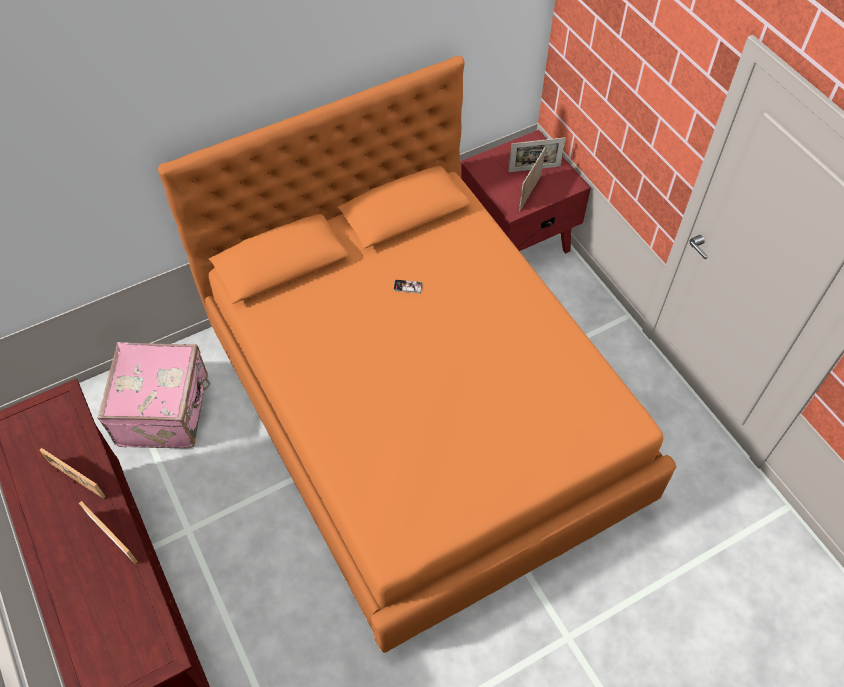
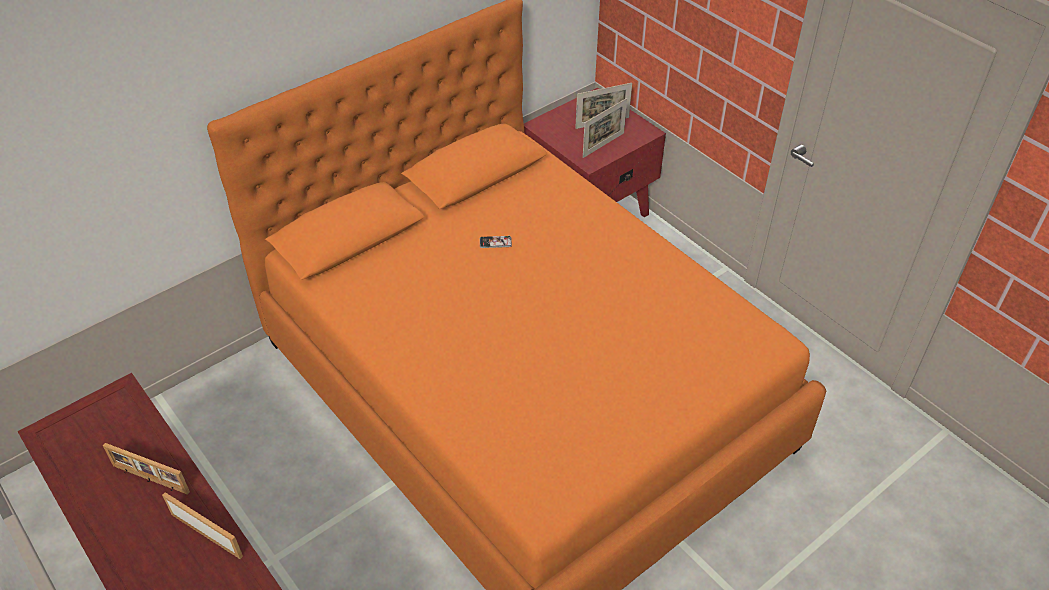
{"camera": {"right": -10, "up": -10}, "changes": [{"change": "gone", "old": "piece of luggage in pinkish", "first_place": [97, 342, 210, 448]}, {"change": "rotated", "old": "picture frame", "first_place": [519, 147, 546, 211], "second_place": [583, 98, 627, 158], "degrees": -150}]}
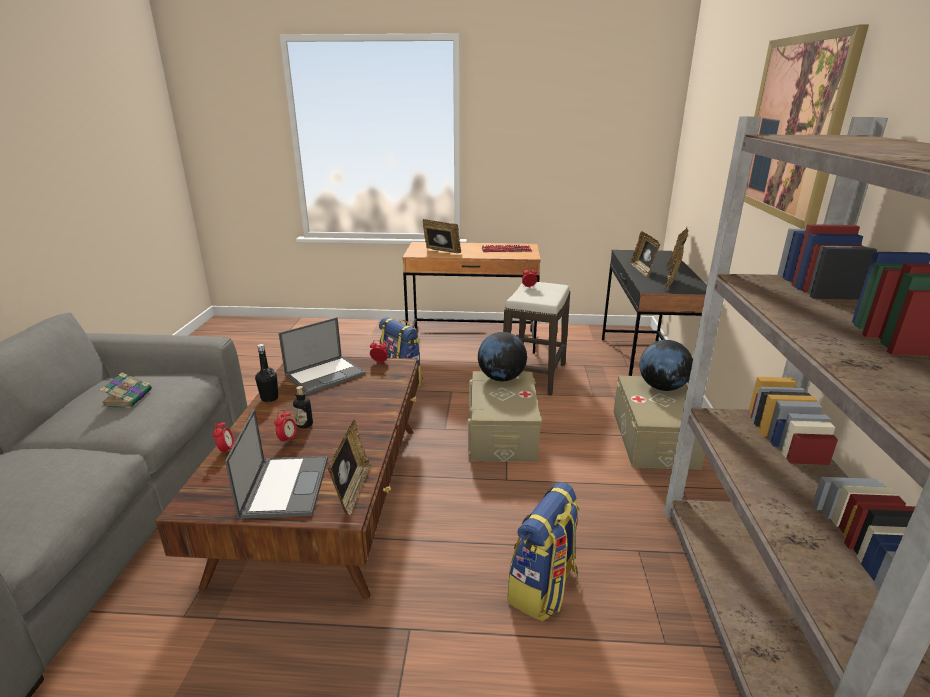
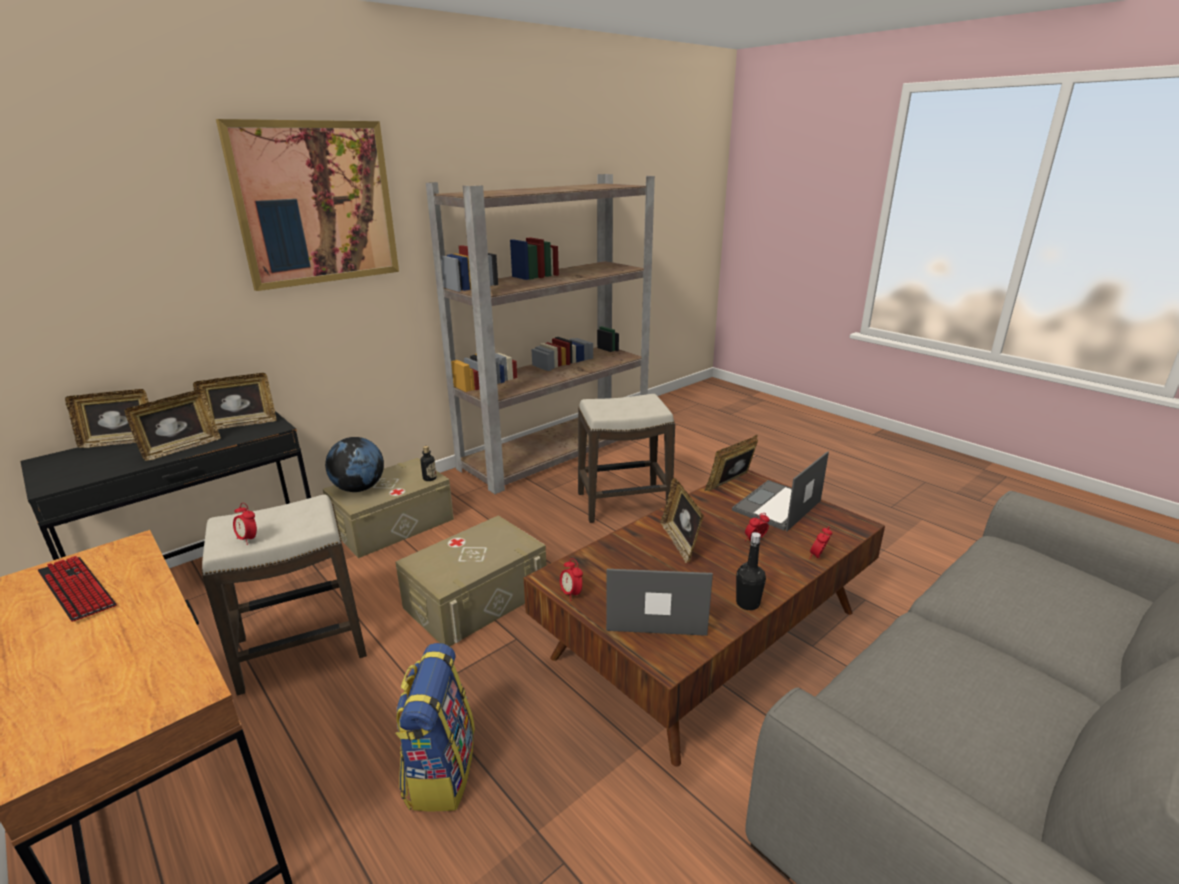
{"camera": {"right": -135, "up": 0}, "changes": [{"change": "gone", "old": "bound book", "first_place": [99, 372, 152, 408]}, {"change": "gone", "old": "globe", "first_place": [478, 332, 527, 381]}, {"change": "shifted", "old": "beverage bottle", "first_place": [293, 386, 313, 428], "second_place": [420, 446, 437, 481]}, {"change": "shifted", "old": "picture frame", "first_place": [423, 219, 461, 253], "second_place": [660, 478, 704, 564]}, {"change": "swapped", "old": "backpack", "new": "sitting stool", "first_place": [507, 482, 580, 622], "second_place": [578, 394, 675, 523]}]}
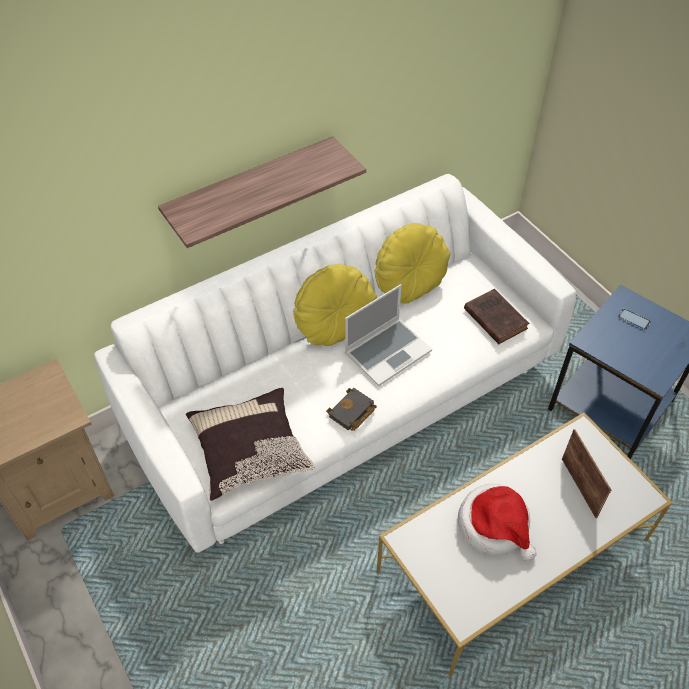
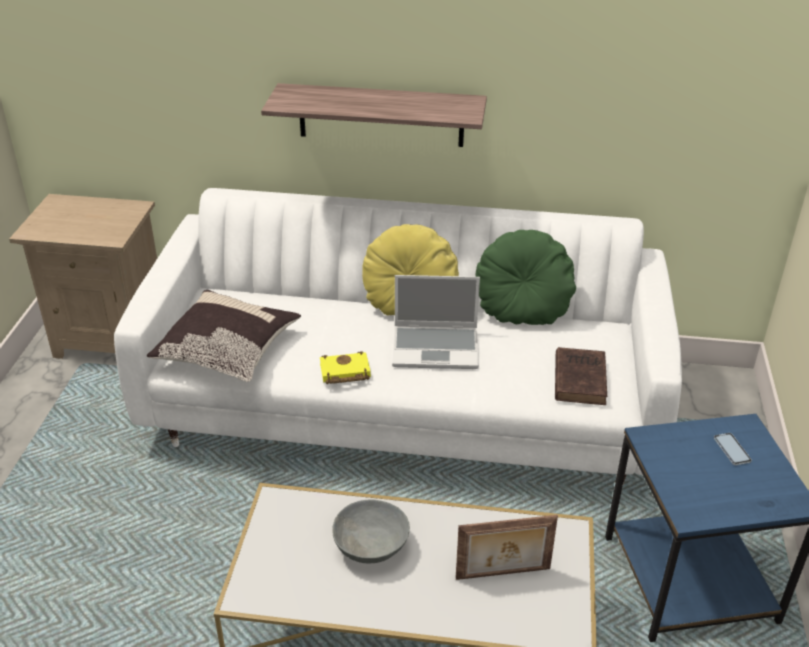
{"camera": {"right": 40, "up": -15}, "changes": [{"change": "swapped", "old": "hat", "new": "bowl in gray", "first_place": [458, 484, 536, 561], "second_place": [333, 499, 410, 563]}, {"change": "repainted", "old": "bound book in black-coloured", "new": "bound book in yellowish", "first_place": [326, 388, 377, 431], "second_place": [320, 351, 371, 384]}, {"change": "repainted", "old": "pillow in yellowish", "new": "pillow in green", "first_place": [375, 223, 450, 304], "second_place": [476, 230, 576, 325]}, {"change": "rotated", "old": "picture frame", "first_place": [562, 429, 611, 518], "second_place": [456, 515, 558, 580], "degrees": 60}]}
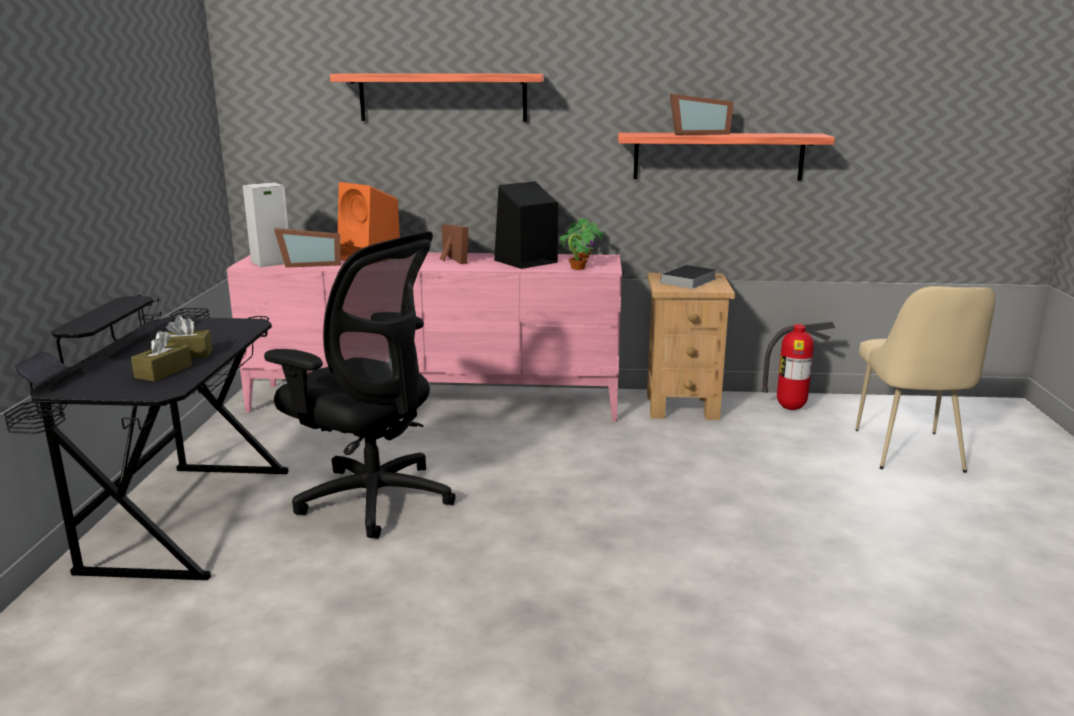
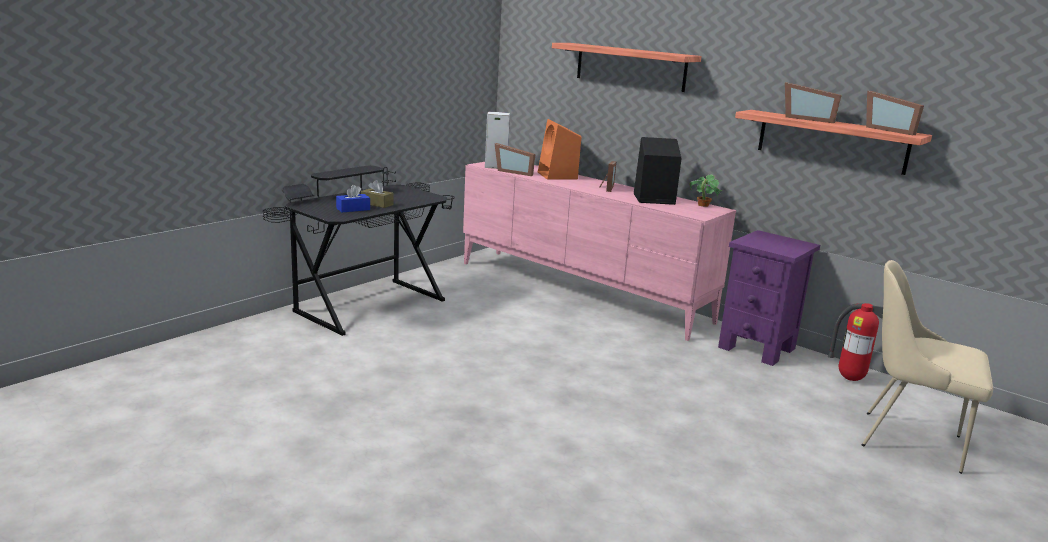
{"camera": {"right": 35, "up": 0}, "changes": [{"change": "gone", "old": "computer chair in black-coloured", "first_place": [264, 231, 456, 539]}, {"change": "gone", "old": "plant in a pot", "first_place": [560, 228, 594, 270]}, {"change": "gone", "old": "bound book", "first_place": [658, 265, 716, 289]}, {"change": "new", "new": "picture frame", "second_place": [866, 91, 924, 135]}, {"change": "repainted", "old": "tissue holder in brownish", "new": "tissue holder in bluish", "first_place": [131, 331, 192, 382], "second_place": [336, 185, 370, 212]}, {"change": "repainted", "old": "night table in beige-coloured", "new": "night table in purple-coloured", "first_place": [647, 273, 735, 420], "second_place": [718, 230, 820, 366]}, {"change": "rotated", "old": "upright chair in beige-coloured", "first_place": [855, 286, 995, 473], "second_place": [862, 260, 993, 474], "degrees": 75}]}
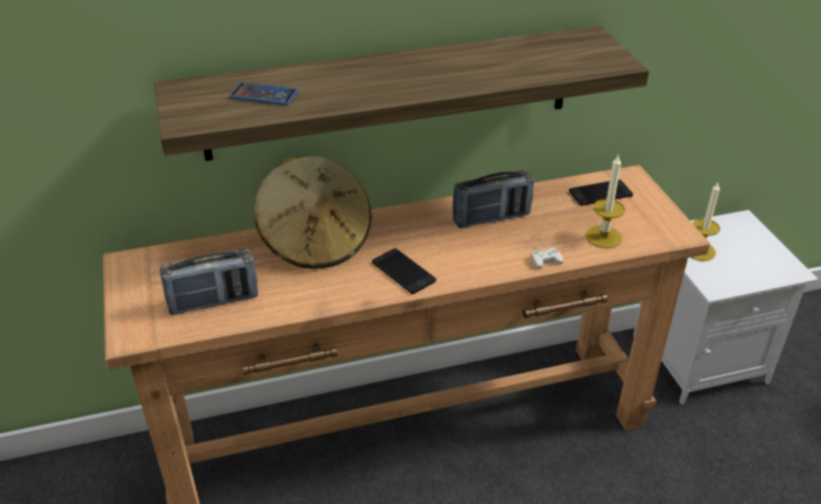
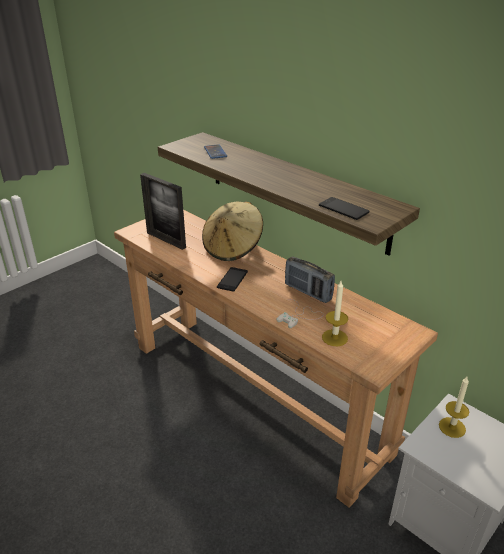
{"camera": {"right": 60, "up": -5}, "changes": [{"change": "shifted", "old": "telephone", "first_place": [569, 179, 633, 206], "second_place": [319, 197, 369, 220]}, {"change": "swapped", "old": "radio", "new": "picture frame", "first_place": [160, 249, 258, 315], "second_place": [140, 173, 186, 250]}]}
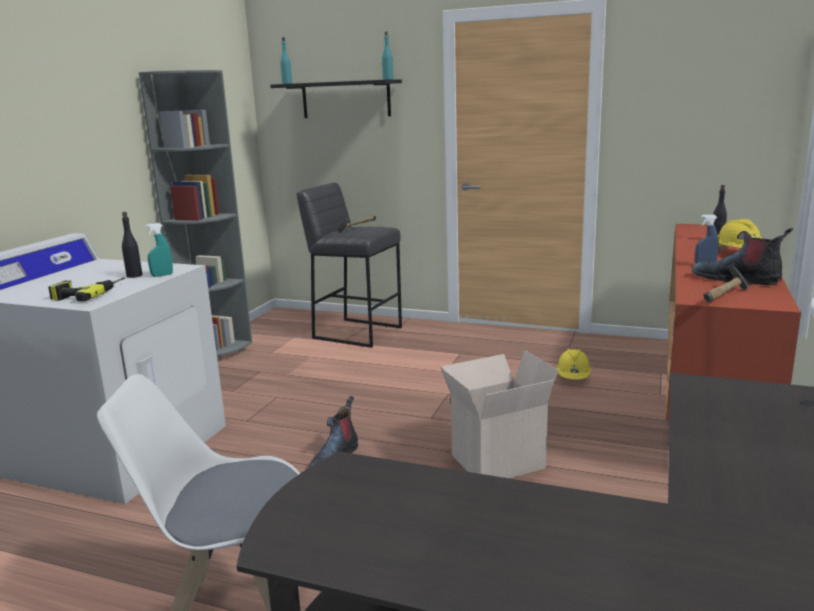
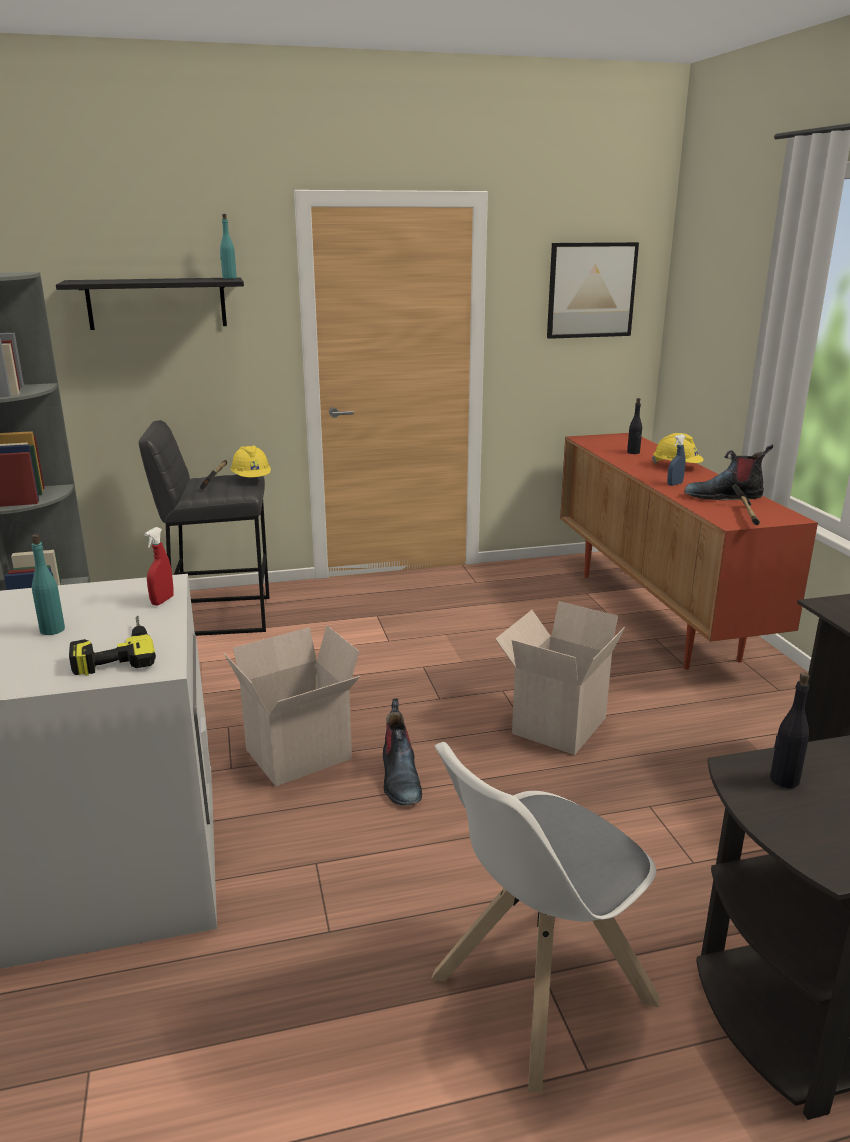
{"camera": {"right": -35, "up": 5}, "changes": [{"change": "new", "new": "carton", "second_place": [224, 625, 360, 786]}, {"change": "new", "new": "wall art", "second_place": [547, 242, 639, 339]}, {"change": "shifted", "old": "beverage bottle in black-coloured", "first_place": [122, 212, 142, 278], "second_place": [770, 672, 809, 788]}, {"change": "shifted", "old": "beverage bottle in turquoise", "first_place": [280, 37, 292, 84], "second_place": [31, 534, 65, 635]}, {"change": "shifted", "old": "hard hat in yellowish", "first_place": [556, 349, 591, 380], "second_place": [231, 445, 271, 477]}, {"change": "repainted", "old": "hand sprayer in turquoise", "new": "hand sprayer in red", "first_place": [146, 223, 173, 277], "second_place": [144, 527, 174, 606]}]}
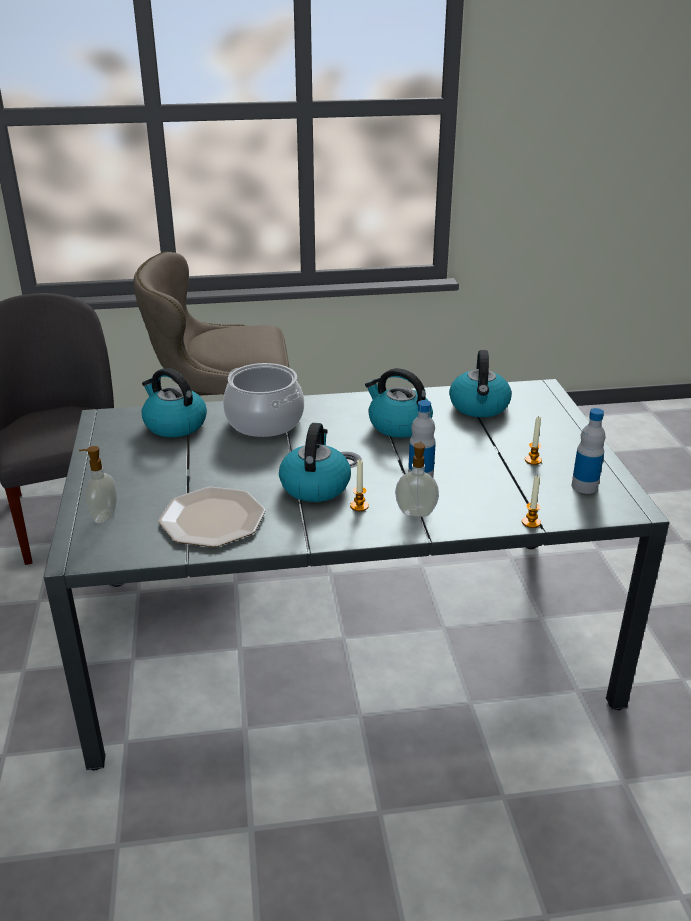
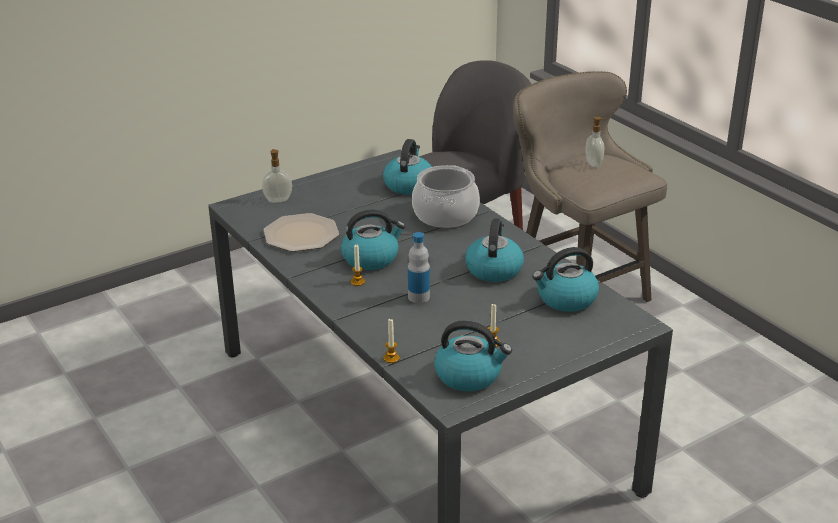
{"camera": {"right": 65, "up": 0}, "changes": [{"change": "shifted", "old": "liquid soap bottle", "first_place": [395, 441, 439, 517], "second_place": [586, 117, 605, 167]}, {"change": "swapped", "old": "beverage bottle", "new": "water kettle", "first_place": [572, 408, 605, 494], "second_place": [434, 320, 512, 391]}]}
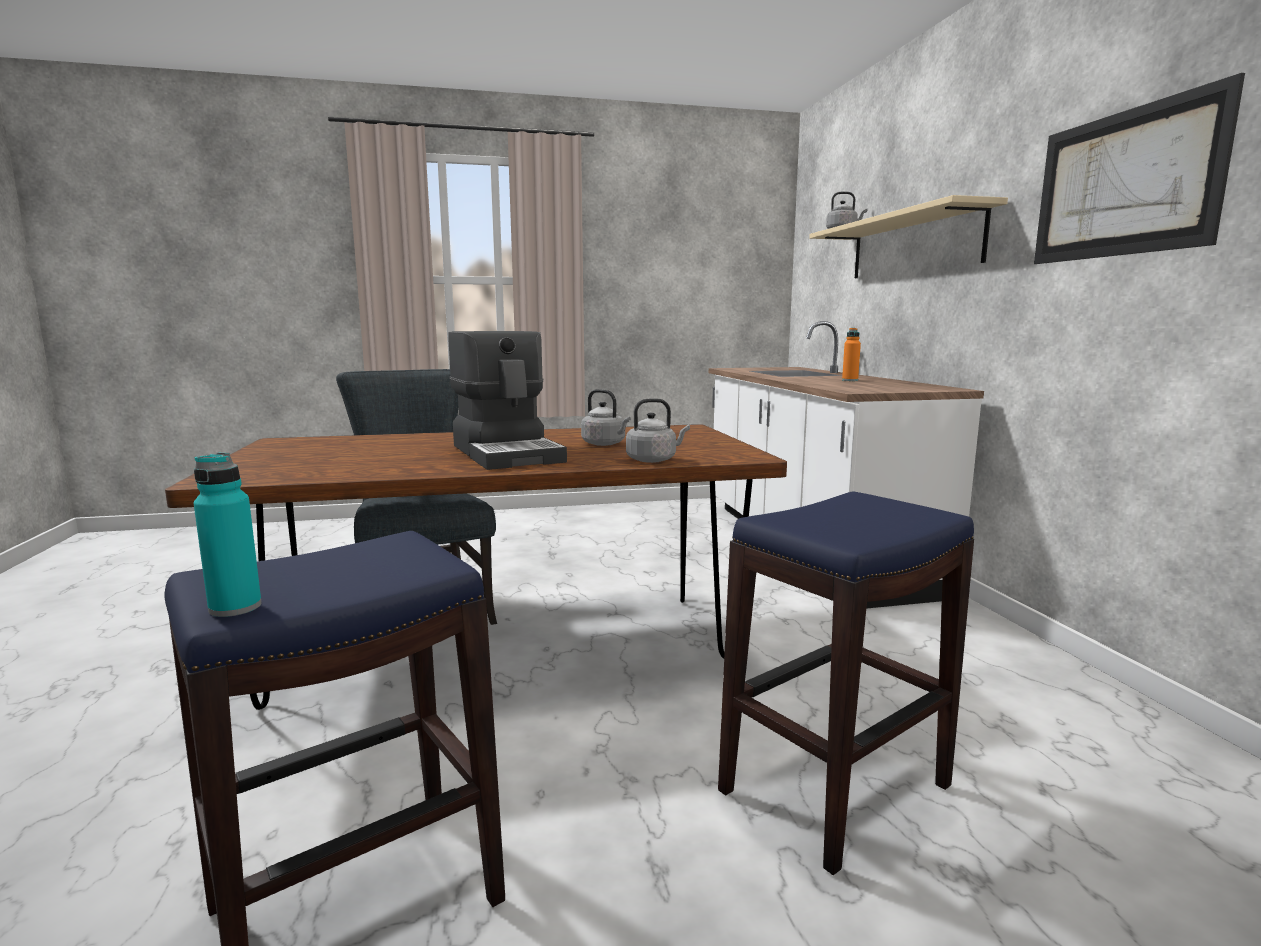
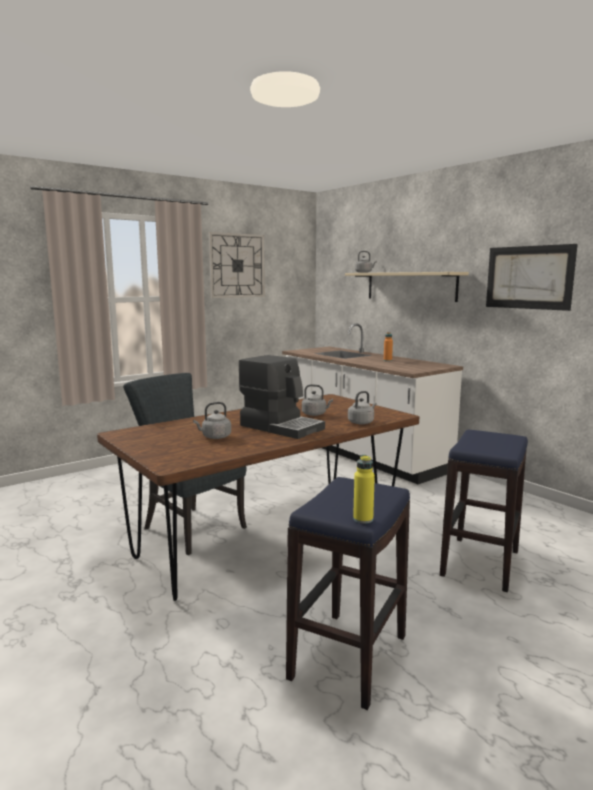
{"camera": {"right": -25, "up": 0}, "changes": [{"change": "new", "new": "water kettle in gray", "second_place": [193, 402, 231, 439]}, {"change": "new", "new": "hanging clock", "second_place": [209, 232, 265, 298]}, {"change": "repainted", "old": "beverage bottle in turquoise", "new": "beverage bottle in yellowish", "first_place": [194, 453, 262, 617], "second_place": [353, 455, 375, 524]}]}
